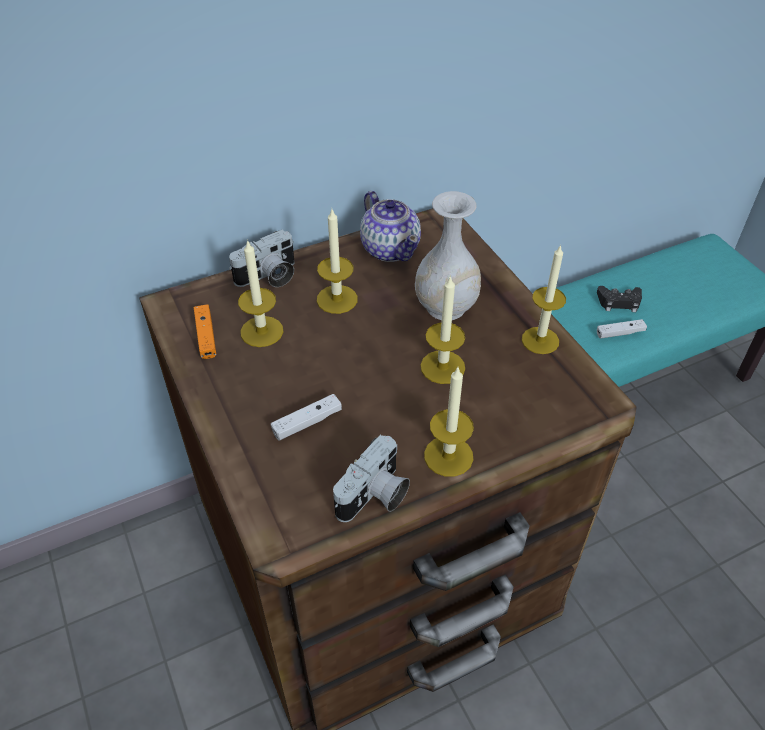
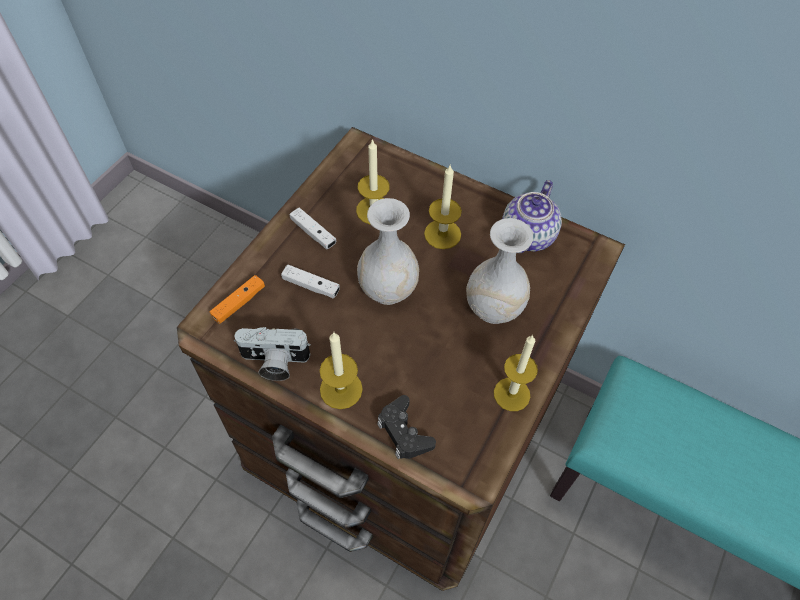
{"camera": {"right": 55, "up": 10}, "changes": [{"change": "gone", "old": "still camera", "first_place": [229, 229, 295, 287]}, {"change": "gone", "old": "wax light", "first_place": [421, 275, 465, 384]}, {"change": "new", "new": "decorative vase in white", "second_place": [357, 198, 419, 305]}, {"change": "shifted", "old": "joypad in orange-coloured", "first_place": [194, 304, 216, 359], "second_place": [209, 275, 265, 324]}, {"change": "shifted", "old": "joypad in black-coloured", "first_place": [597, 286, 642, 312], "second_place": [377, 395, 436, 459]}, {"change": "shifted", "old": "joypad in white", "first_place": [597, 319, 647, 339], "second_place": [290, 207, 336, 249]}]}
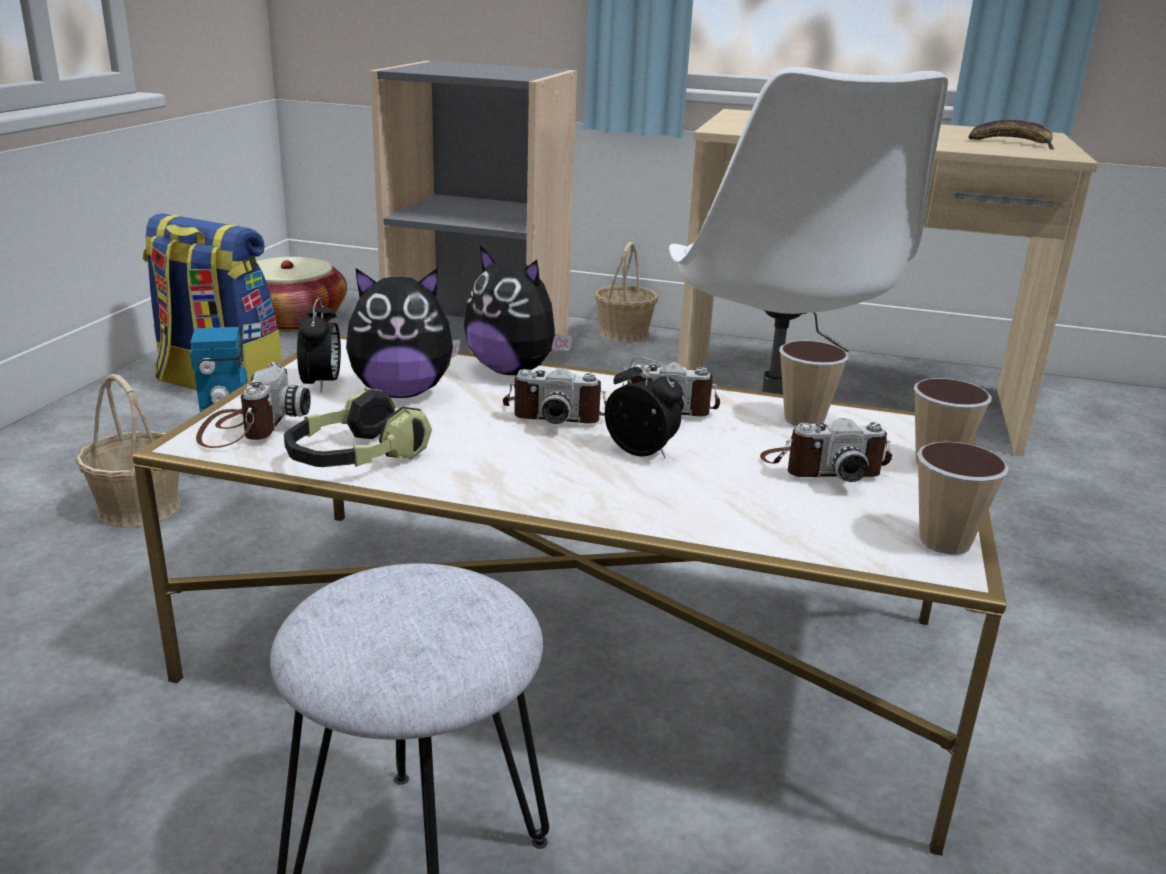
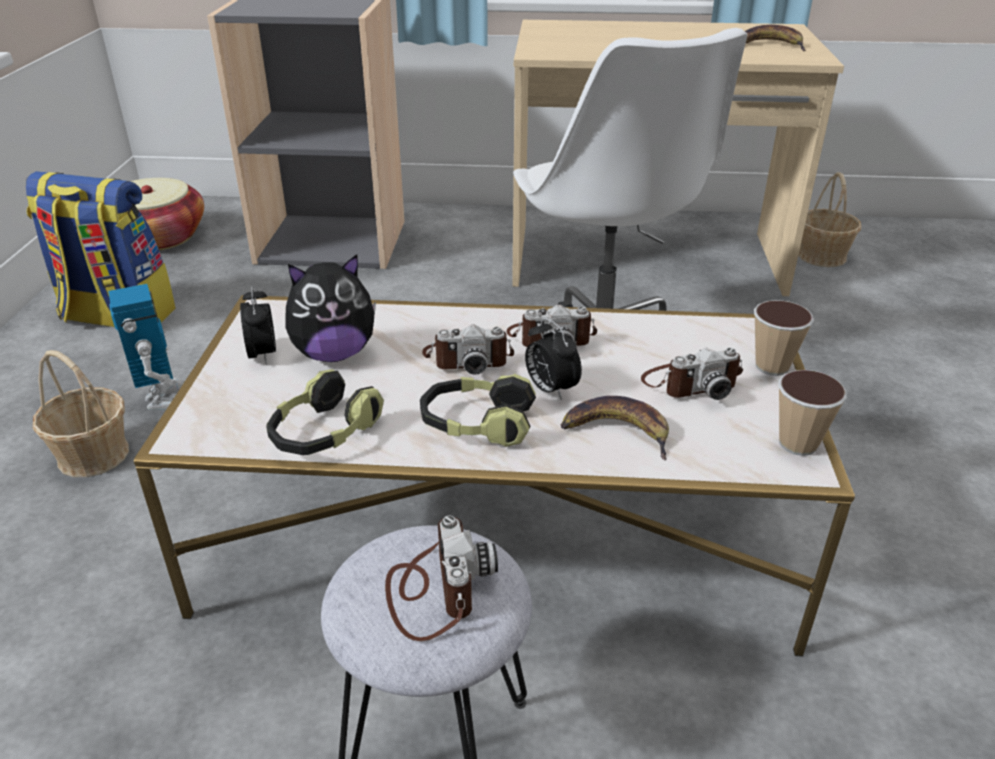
{"camera": {"right": -10, "up": 10}, "changes": [{"change": "gone", "old": "soft toy", "first_place": [464, 246, 573, 375]}, {"change": "gone", "old": "small cup", "first_place": [779, 341, 848, 426]}, {"change": "new", "new": "pair of headphones", "second_place": [420, 374, 536, 447]}, {"change": "new", "new": "banana fruit", "second_place": [561, 396, 669, 460]}, {"change": "shifted", "old": "still camera", "first_place": [196, 362, 311, 448], "second_place": [385, 516, 498, 641]}, {"change": "shifted", "old": "household basket", "first_place": [595, 242, 658, 343], "second_place": [798, 172, 861, 267]}, {"change": "rotated", "old": "bedside clock", "first_place": [605, 357, 683, 458], "second_place": [525, 317, 582, 400], "degrees": -150}]}
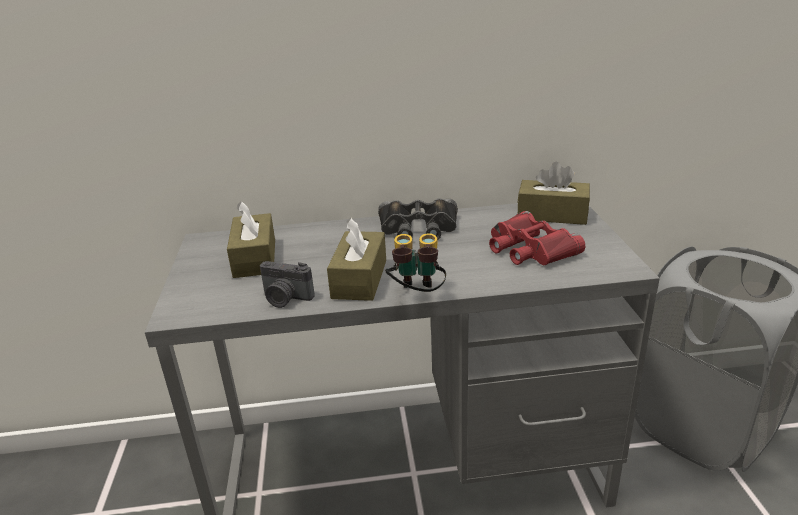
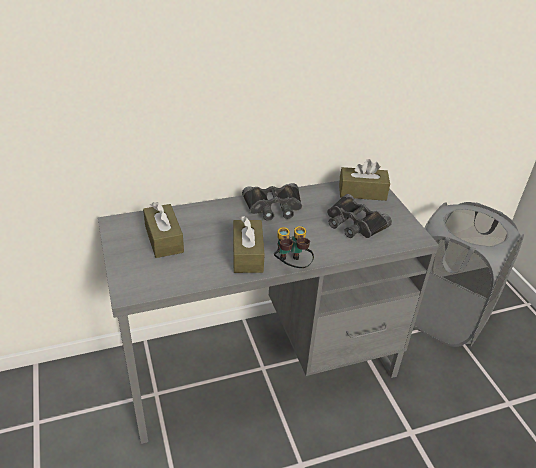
{"camera": {"right": -15, "up": 10}, "changes": [{"change": "gone", "old": "still camera", "first_place": [260, 261, 315, 308]}, {"change": "repainted", "old": "field glasses in red", "new": "field glasses in black-coloured", "first_place": [489, 211, 585, 265], "second_place": [327, 194, 392, 238]}]}
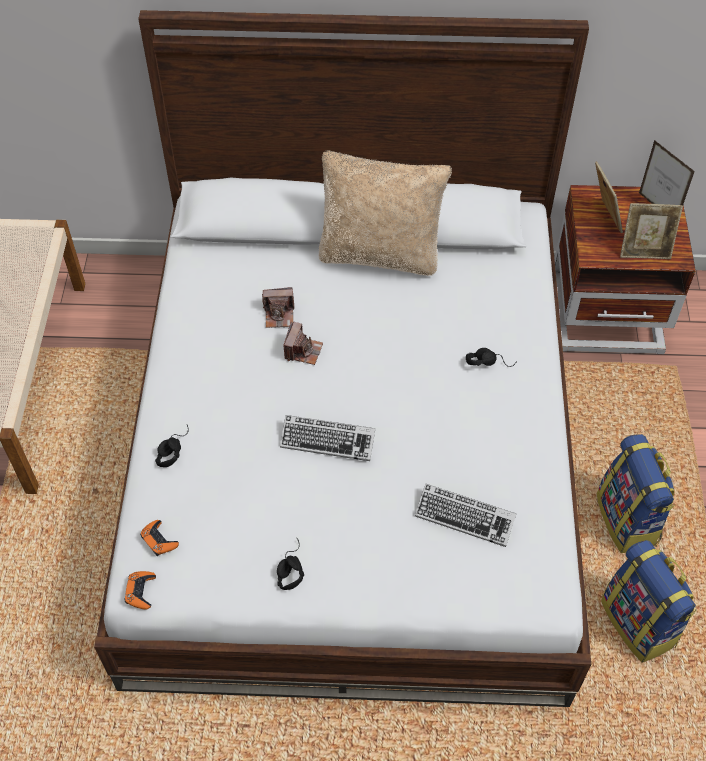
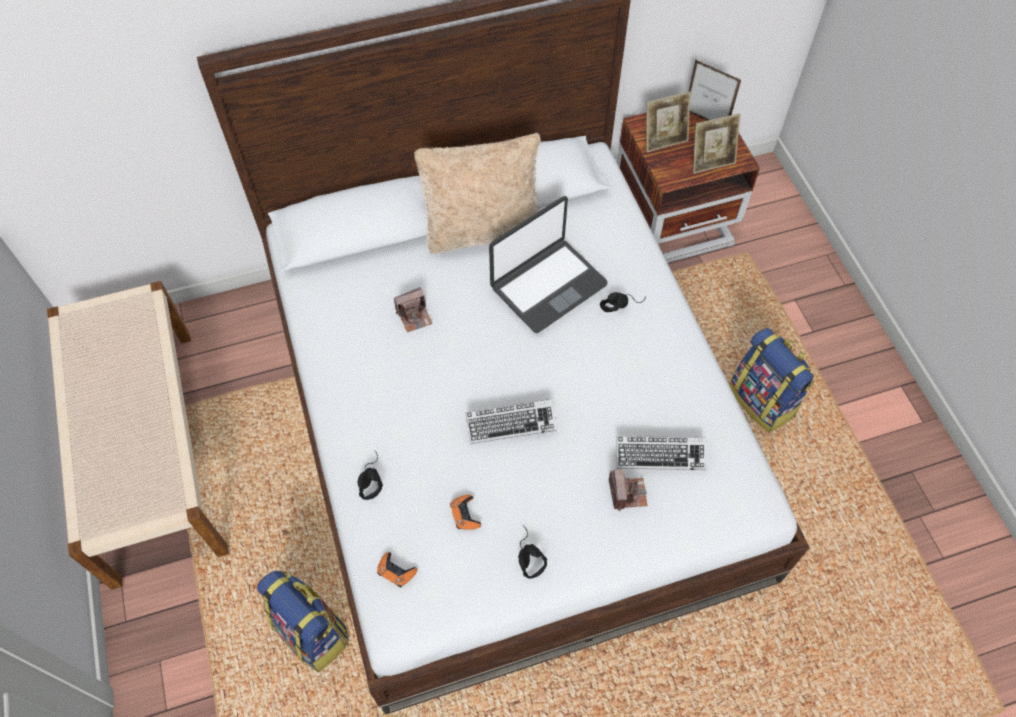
{"camera": {"right": -20, "up": 5}, "changes": [{"change": "new", "new": "laptop", "second_place": [489, 196, 608, 333]}, {"change": "shifted", "old": "joypad in orange-coloured", "first_place": [124, 571, 156, 609], "second_place": [450, 495, 481, 530]}, {"change": "shifted", "old": "still camera", "first_place": [284, 322, 323, 365], "second_place": [609, 469, 647, 511]}, {"change": "shifted", "old": "backpack", "first_place": [601, 540, 697, 662], "second_place": [257, 571, 349, 672]}, {"change": "rotated", "old": "picture frame", "first_place": [595, 161, 623, 233], "second_place": [646, 91, 691, 152], "degrees": 105}]}
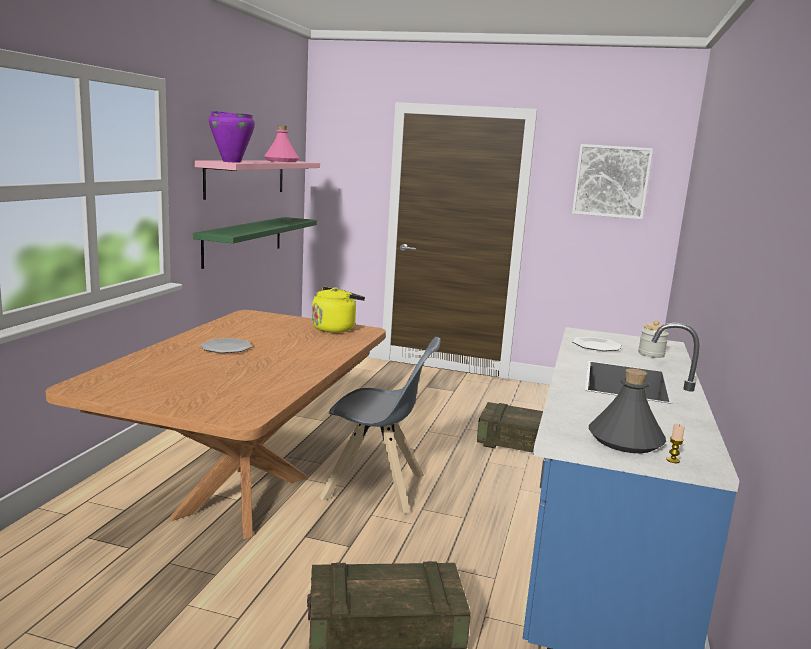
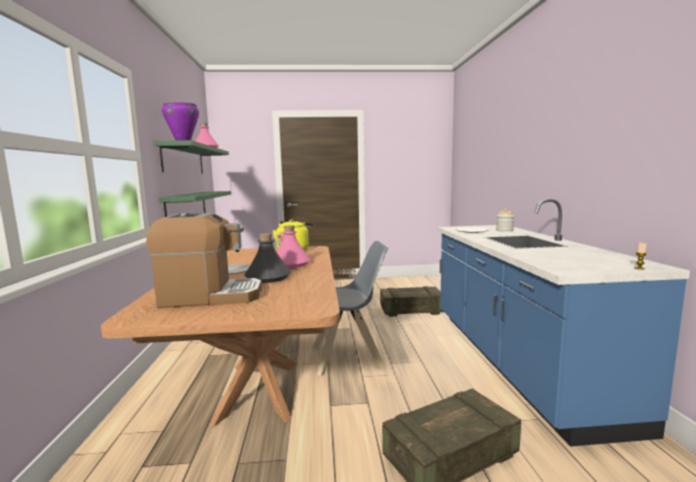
{"camera": {"right": -20, "up": -5}, "changes": [{"change": "gone", "old": "wall art", "first_place": [572, 144, 653, 219]}, {"change": "new", "new": "coffee brewer", "second_place": [146, 213, 262, 308]}, {"change": "new", "new": "beverage bottle in pinkish", "second_place": [277, 225, 311, 268]}, {"change": "shifted", "old": "beverage bottle in gray", "first_place": [589, 368, 666, 453], "second_place": [245, 233, 291, 283]}, {"change": "repainted", "old": "bracket shelf in pinkish", "new": "bracket shelf in green", "first_place": [195, 160, 320, 200], "second_place": [154, 140, 229, 174]}]}
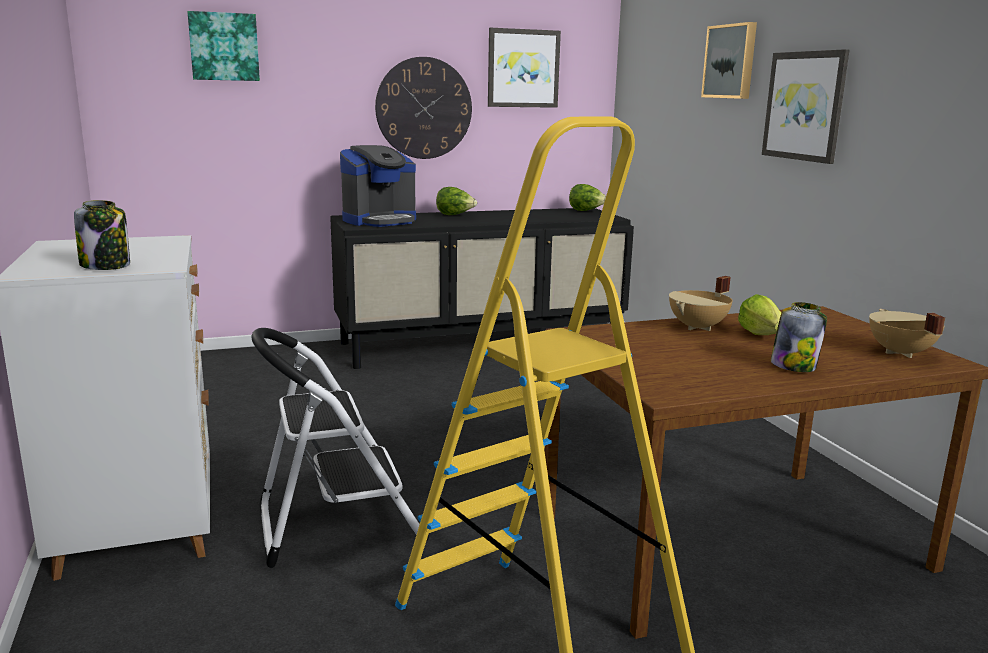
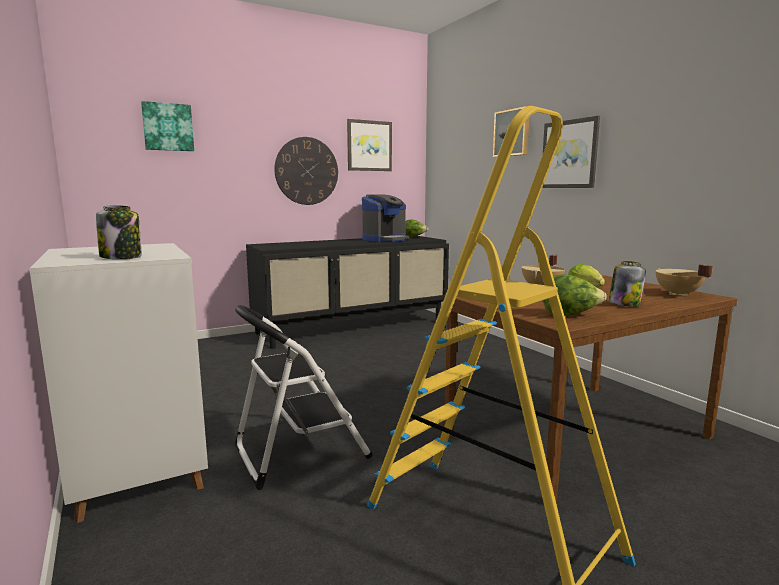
{"camera": {"right": -10, "up": -5}, "changes": [{"change": "shifted", "old": "coffee brewer", "first_place": [340, 145, 416, 227], "second_place": [362, 195, 409, 242]}, {"change": "shifted", "old": "lettuce head", "first_place": [436, 187, 477, 215], "second_place": [543, 274, 607, 316]}]}
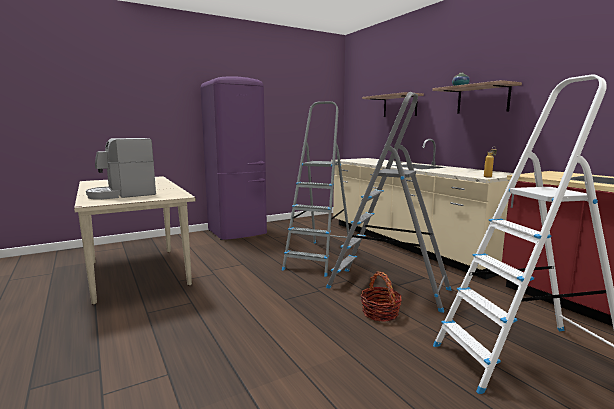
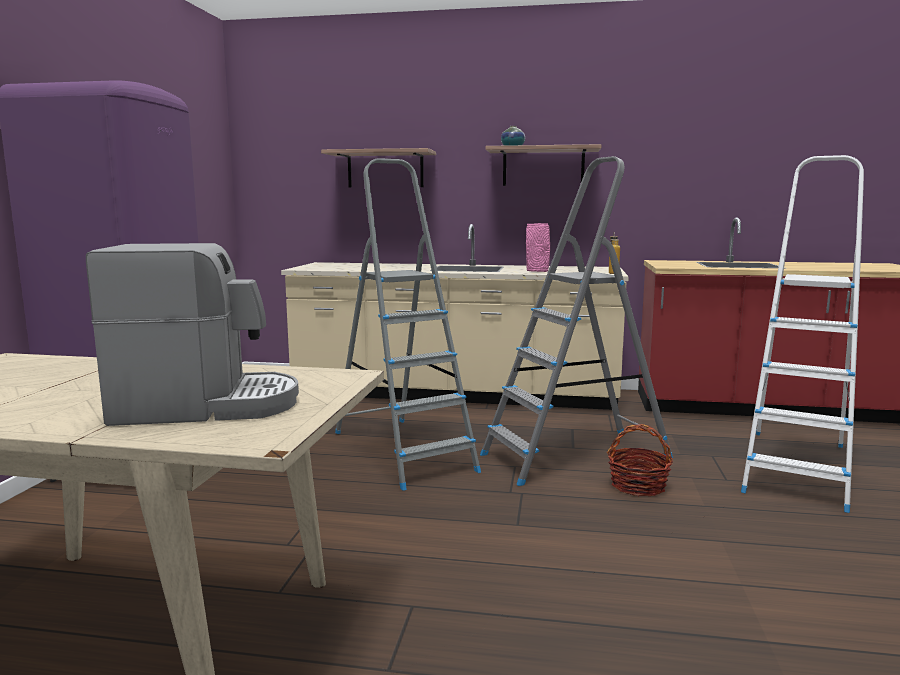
{"camera": {"right": -50, "up": 0}, "changes": [{"change": "new", "new": "decorative vase in pinkish", "second_place": [526, 223, 550, 272]}, {"change": "rotated", "old": "coffee brewer", "first_place": [86, 138, 156, 200], "second_place": [86, 243, 299, 426], "degrees": -105}]}
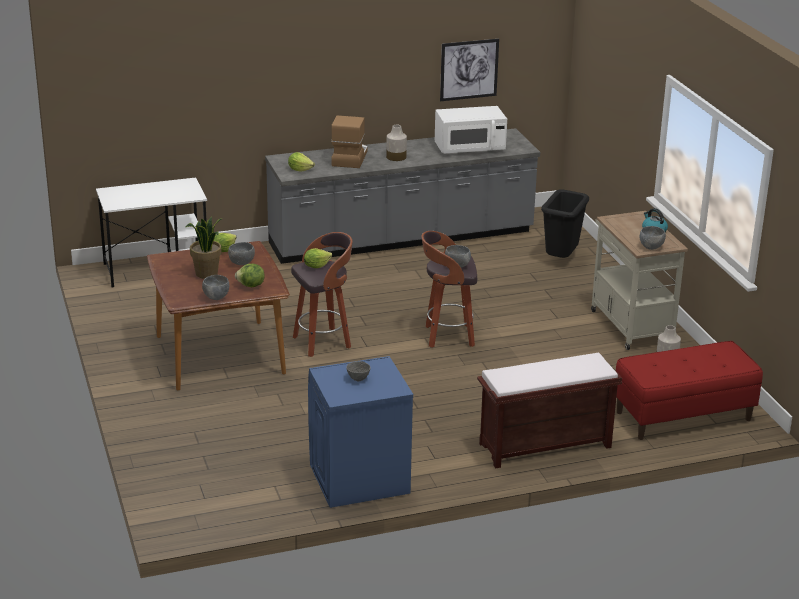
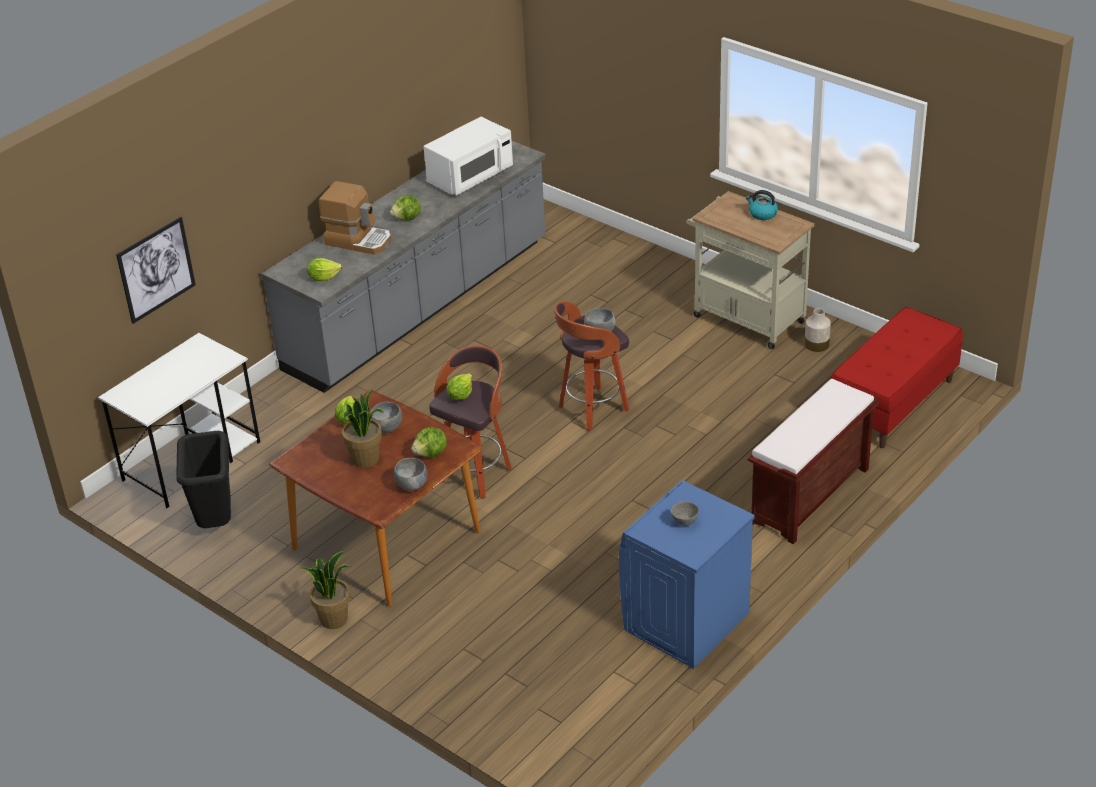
{"camera": {"right": -30, "up": 10}, "changes": [{"change": "gone", "old": "bowl in gray", "first_place": [640, 226, 666, 250]}, {"change": "new", "new": "plant in a pot", "second_place": [301, 551, 350, 629]}, {"change": "shifted", "old": "wall art", "first_place": [440, 39, 499, 101], "second_place": [116, 217, 196, 324]}, {"change": "shifted", "old": "trash can in black-coloured", "first_place": [541, 189, 589, 258], "second_place": [176, 431, 231, 528]}, {"change": "swapped", "old": "decorative vase in beige-coloured", "new": "lettuce head", "first_place": [386, 125, 407, 161], "second_place": [390, 195, 421, 220]}, {"change": "rotated", "old": "coffee brewer", "first_place": [331, 115, 368, 168], "second_place": [319, 181, 391, 255], "degrees": 135}]}
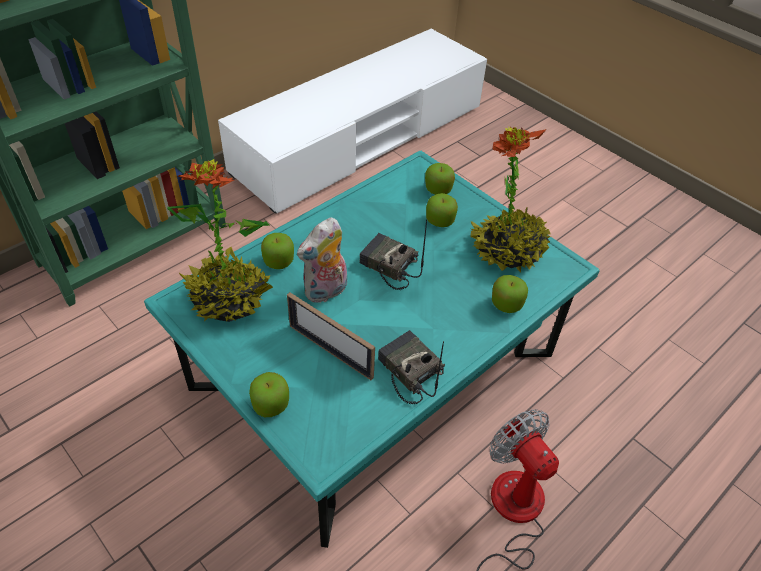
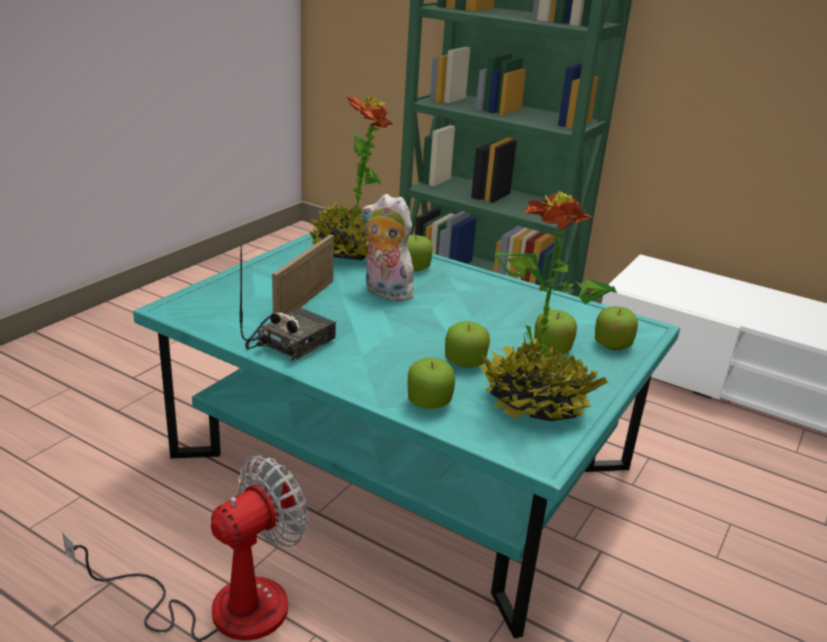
{"camera": {"right": 75, "up": -20}, "changes": [{"change": "gone", "old": "radio", "first_place": [360, 219, 427, 290]}, {"change": "shifted", "old": "apple fruit", "first_place": [249, 372, 289, 417], "second_place": [445, 321, 490, 368]}]}
